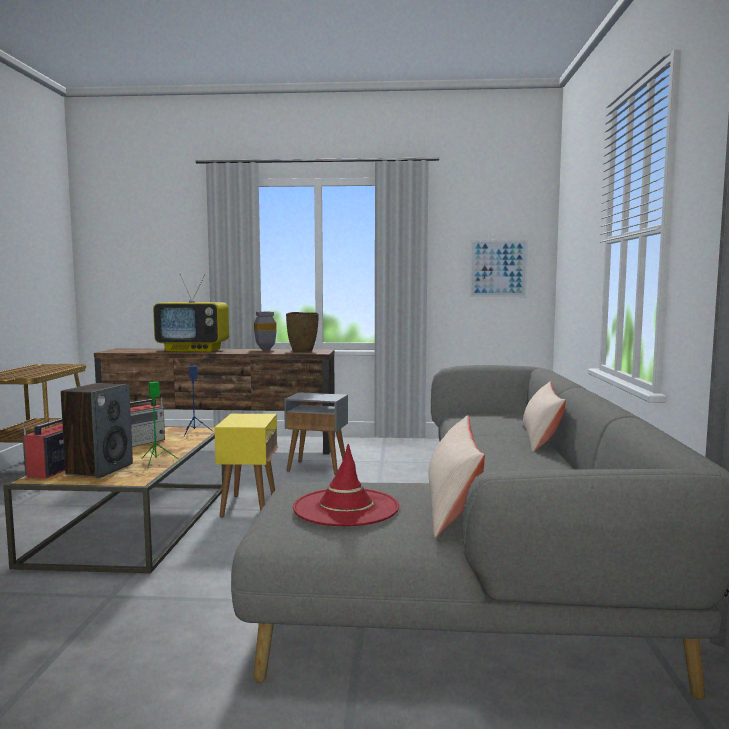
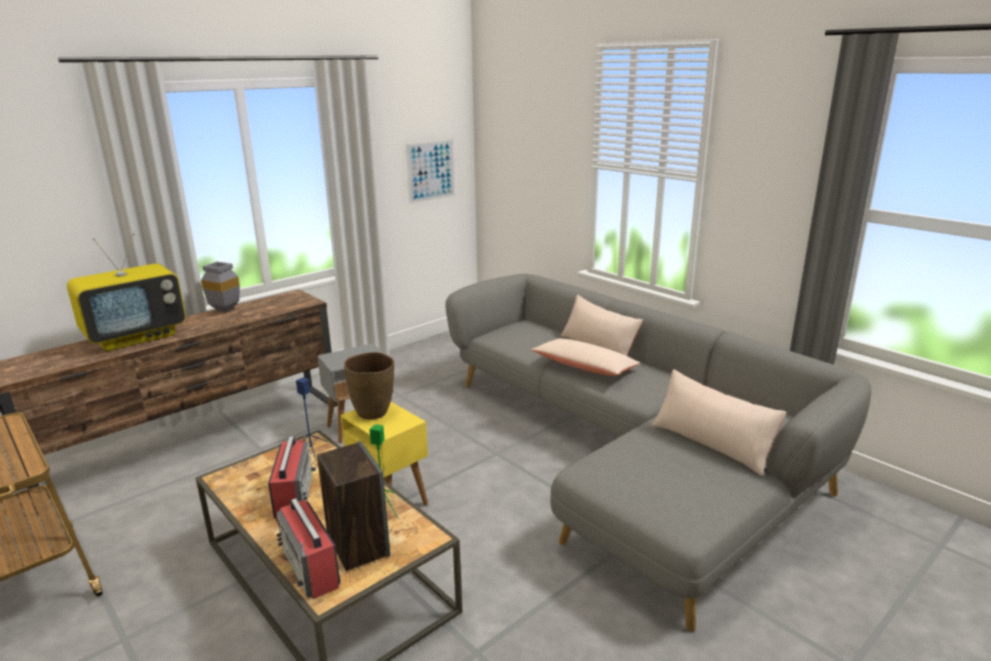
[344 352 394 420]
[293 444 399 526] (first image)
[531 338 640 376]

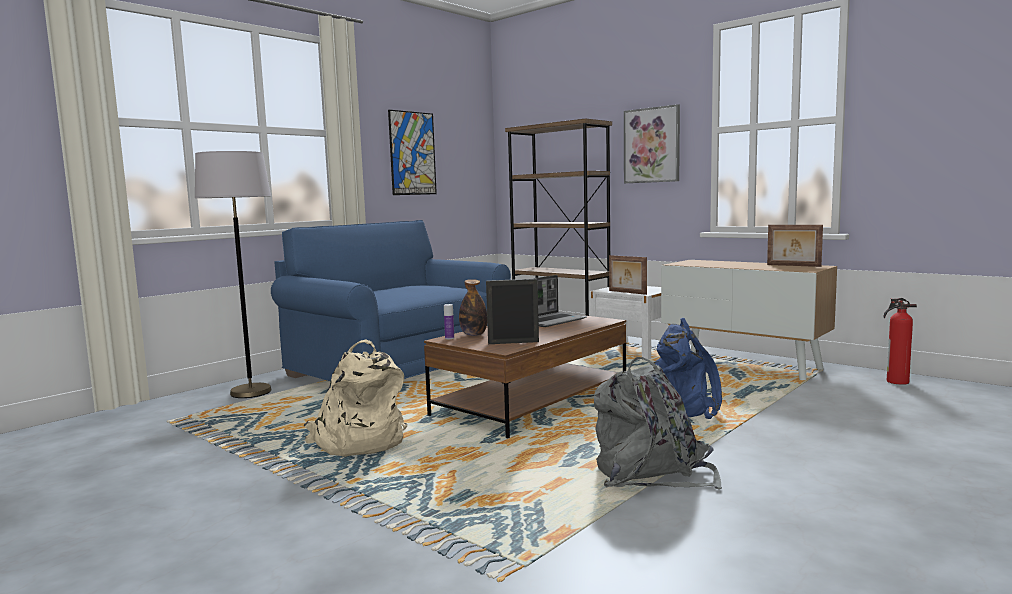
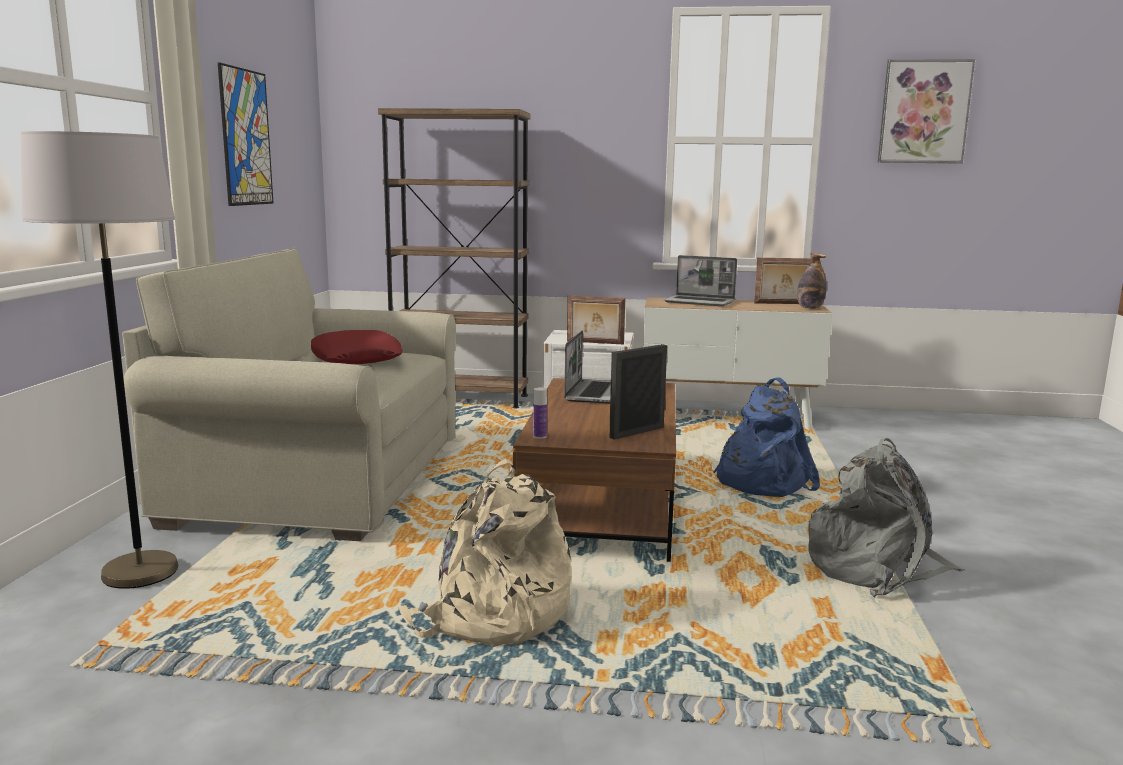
[122 248 456 541]
[797 253 827 309]
[878 59 975 164]
[883 298 917 385] (first image)
[311 330 403 364]
[664 255 737 306]

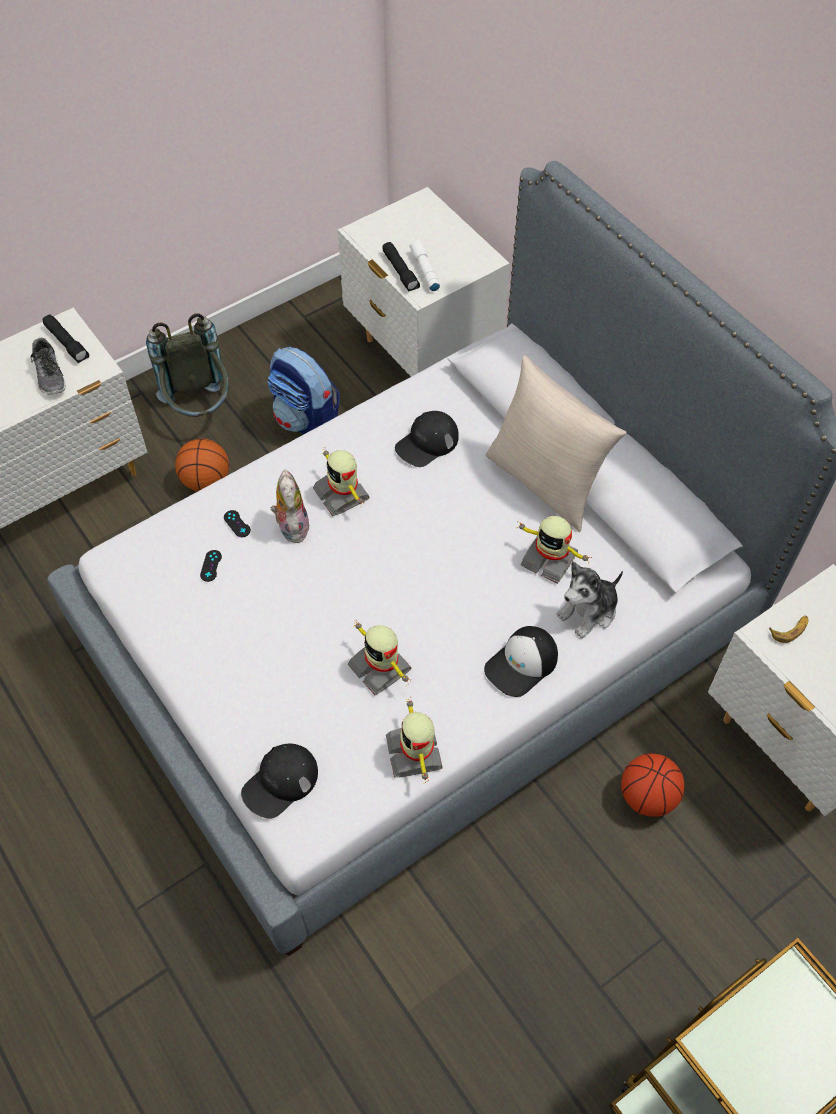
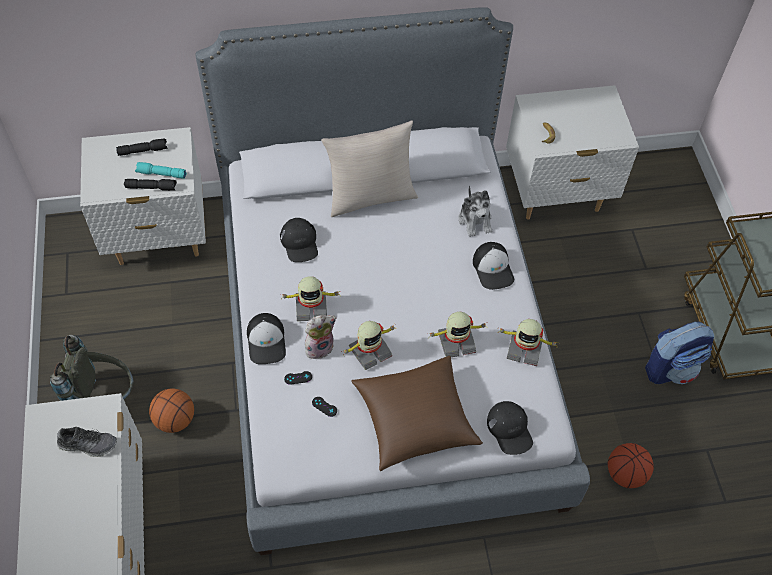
[116 139 168 156]
[645 322 714 384]
[305 315 337 359]
[135 162 187 179]
[341 321 395 370]
[608 443 654 488]
[247 313 286 364]
[351 356 483 471]

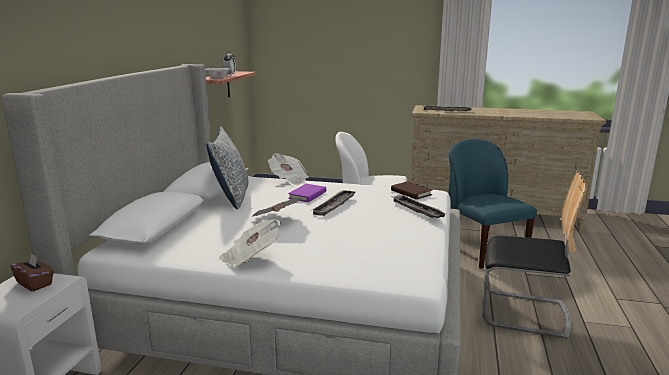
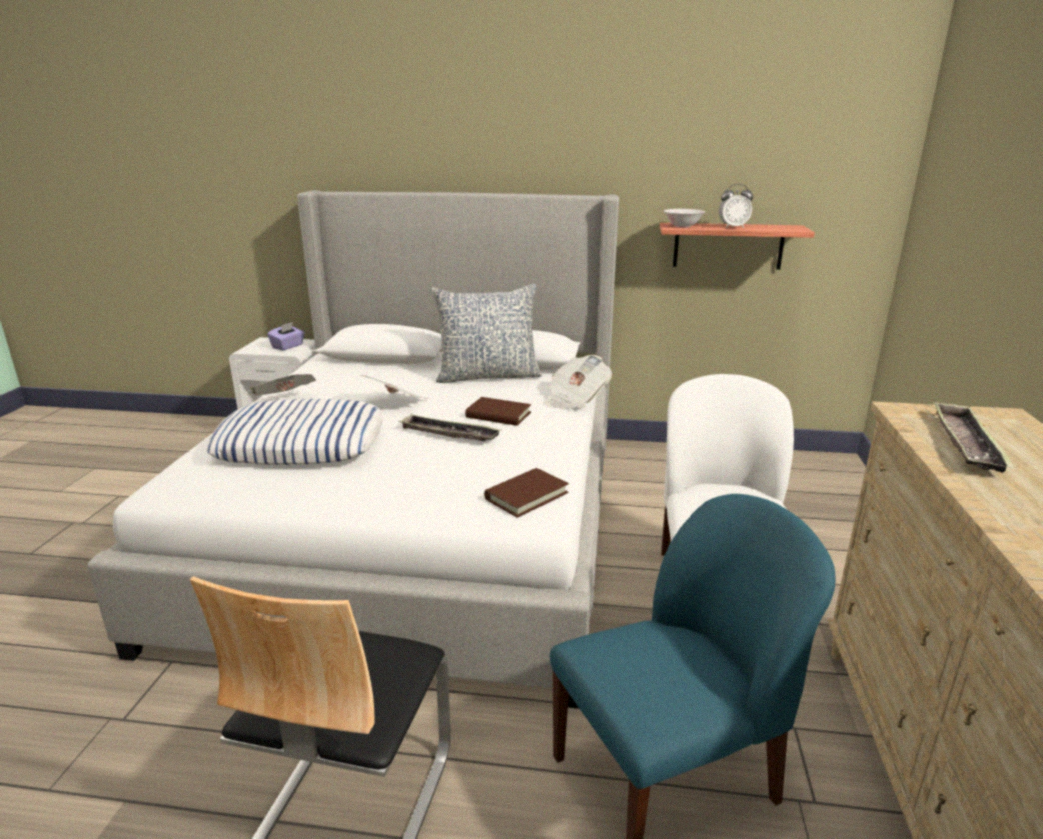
[267 322 305 351]
[465 397 531 426]
[391 195 447 218] (first image)
[206 399 383 465]

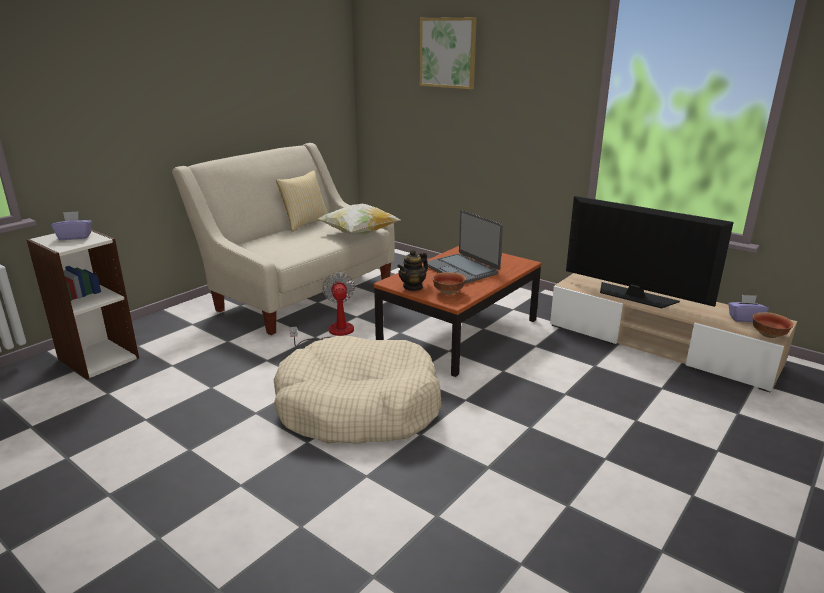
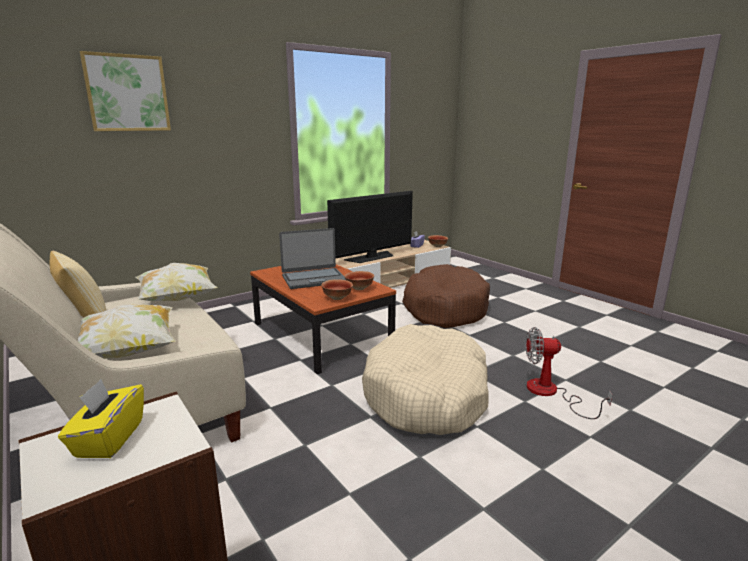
[58 379 144 458]
[526 327 612 419]
[321 279 353 300]
[78 304 176 359]
[402 264 490 328]

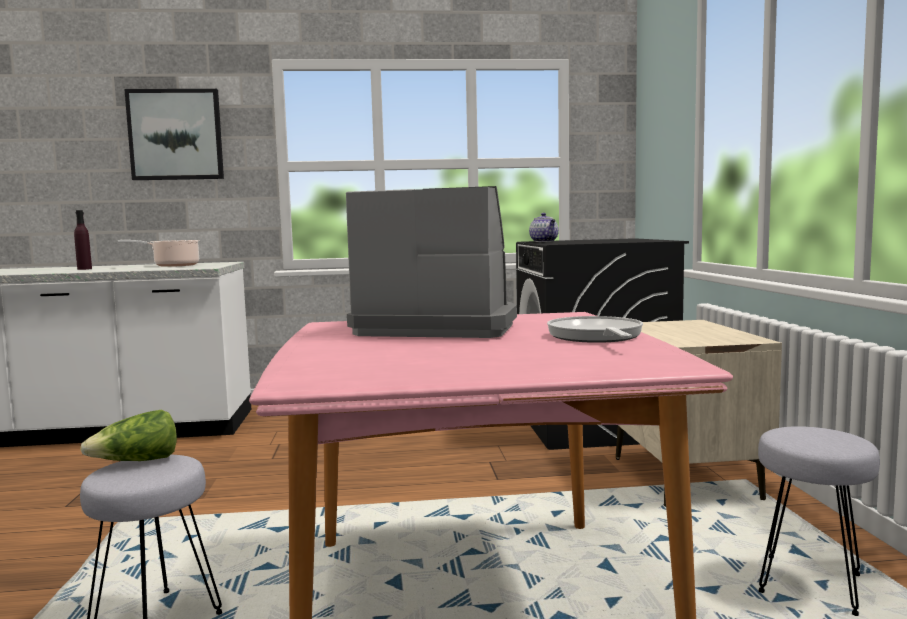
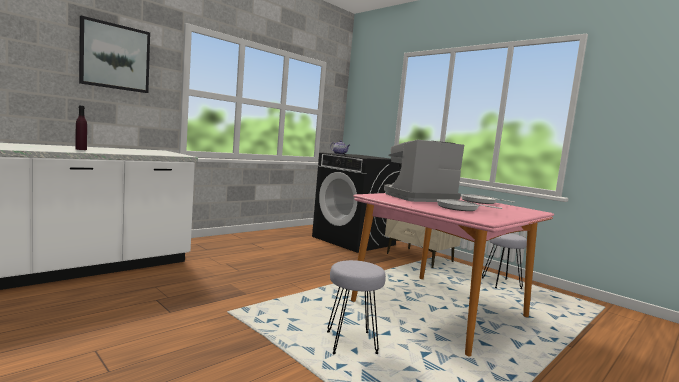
[80 410 177 461] (first image)
[117 240 200 267] (first image)
[437 199 502 211]

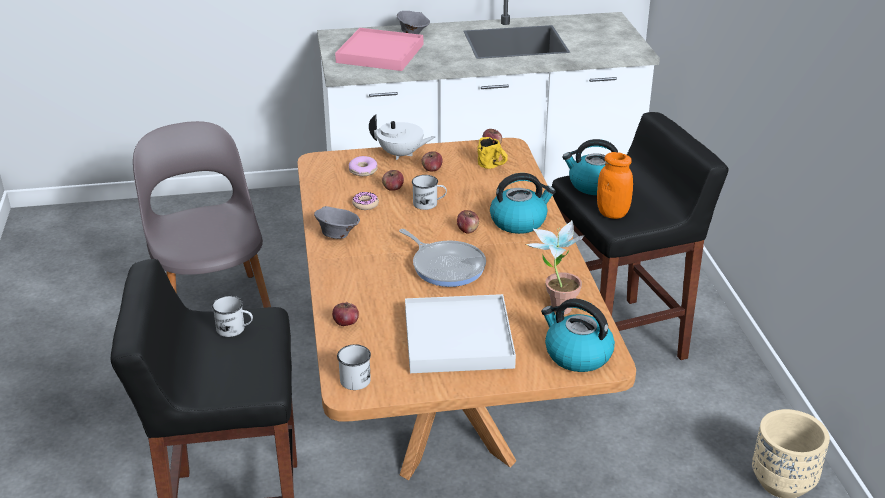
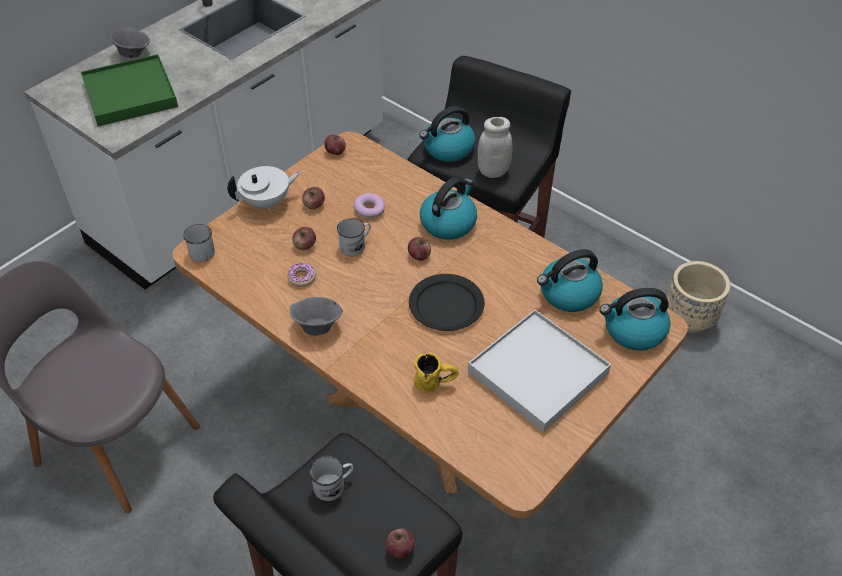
[386 529 415 559]
[81 54 178 126]
[183 224 215 262]
[354 193 385 219]
[409 274 484 331]
[414 353 459 392]
[537 249 603 312]
[478 117 512 178]

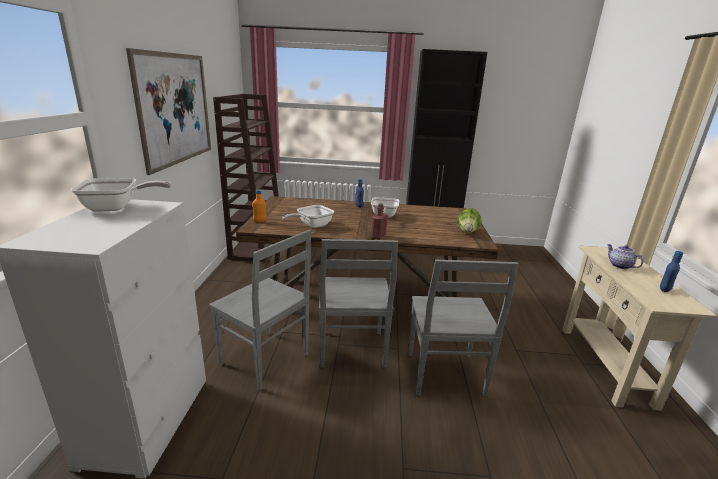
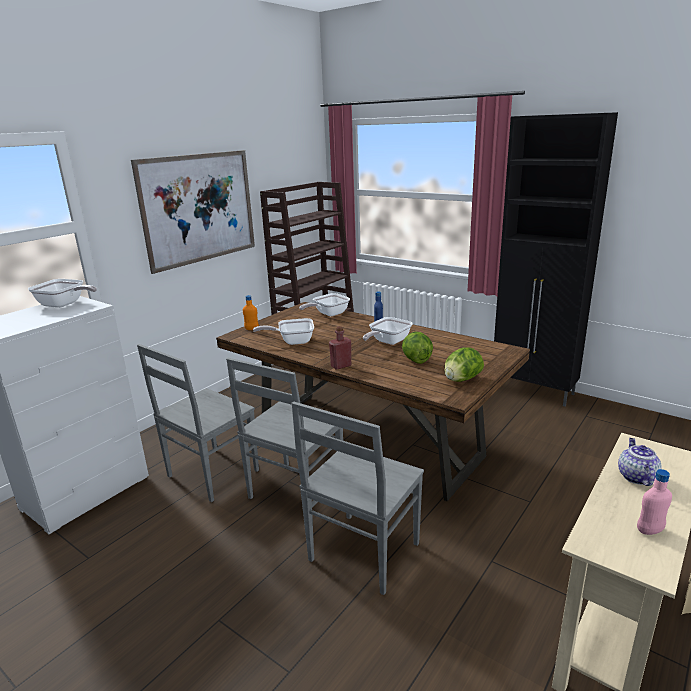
[137 344 259 502]
[637 469 672 535]
[299 293 350 316]
[402 332 433 364]

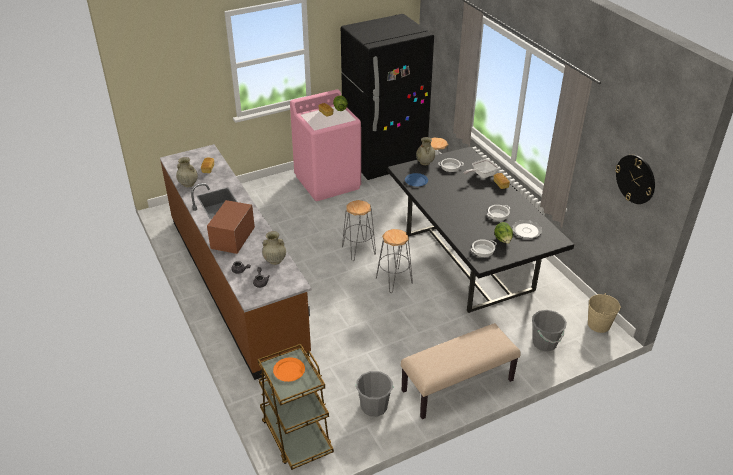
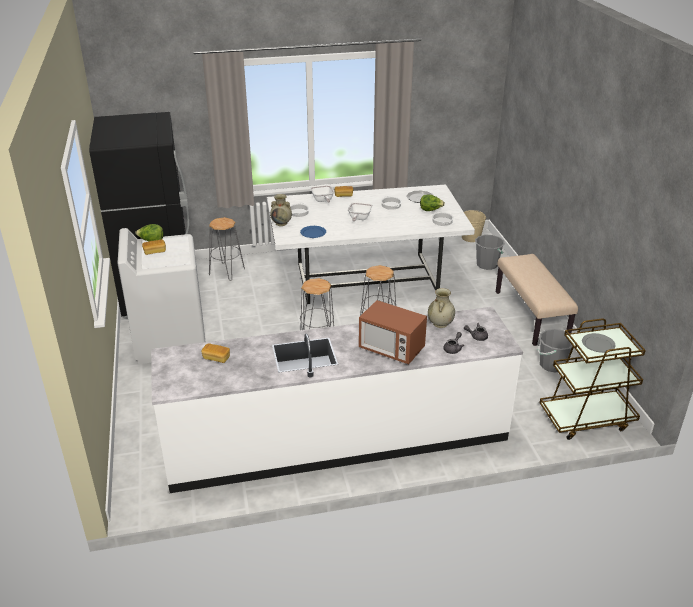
[151 307 523 493]
[176 157 198 187] (first image)
[582 333 616 353]
[117 228 205 364]
[267 185 475 304]
[615 155 655 204] (first image)
[348 202 373 221]

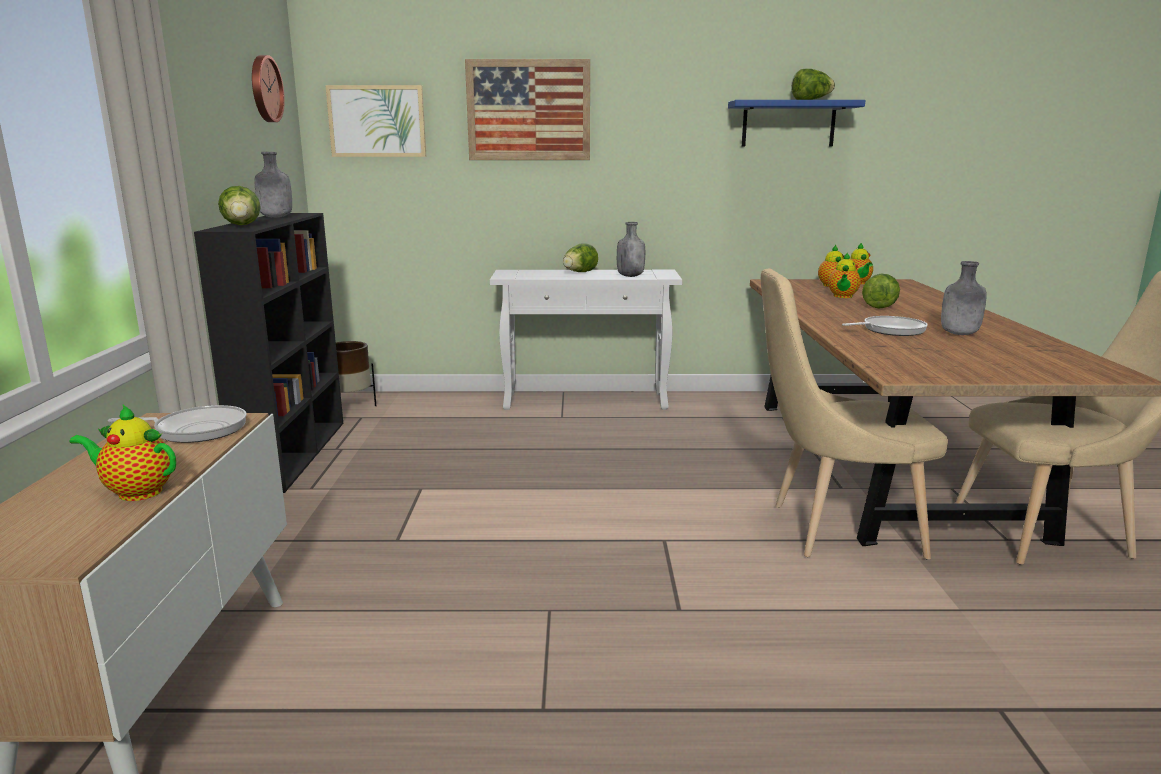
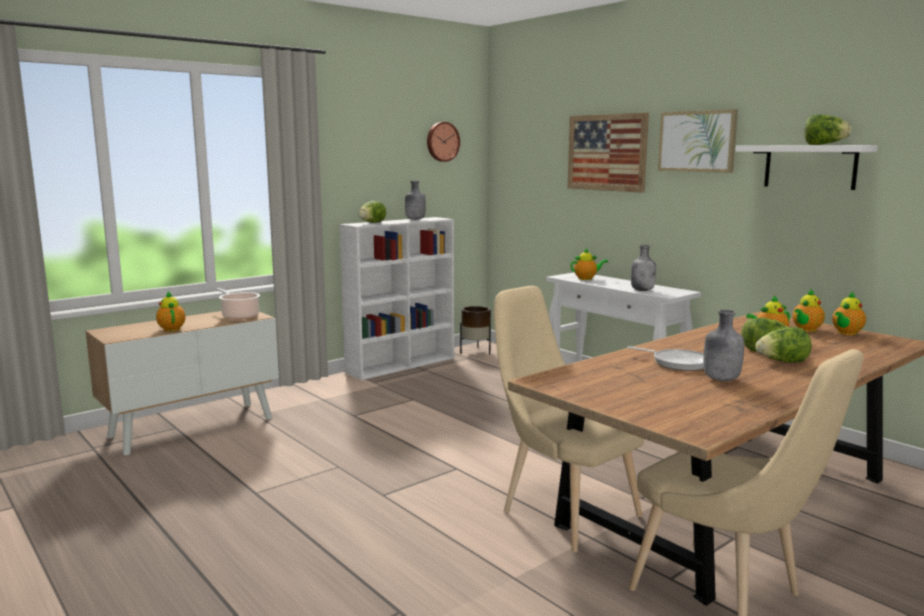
[216 288 260 320]
[339 217 454 380]
[658 109 738 173]
[756 327 811 363]
[735 145 878 190]
[571 248 608 280]

